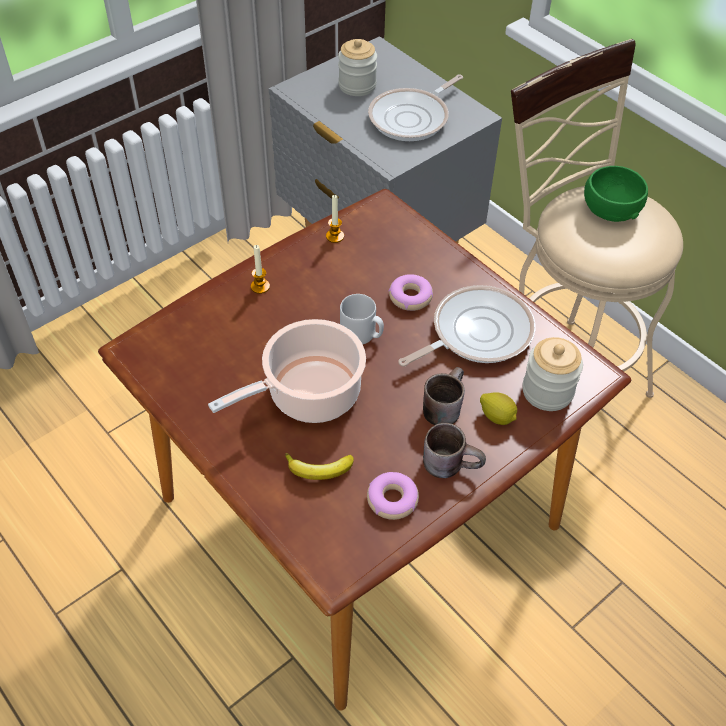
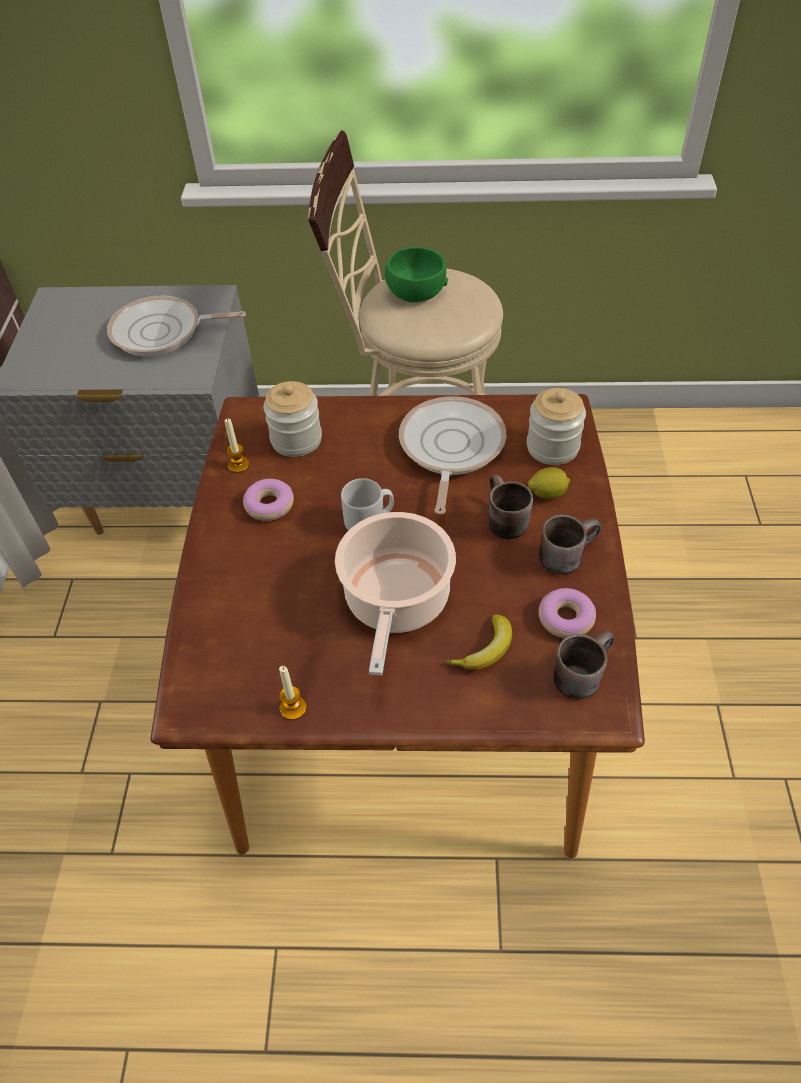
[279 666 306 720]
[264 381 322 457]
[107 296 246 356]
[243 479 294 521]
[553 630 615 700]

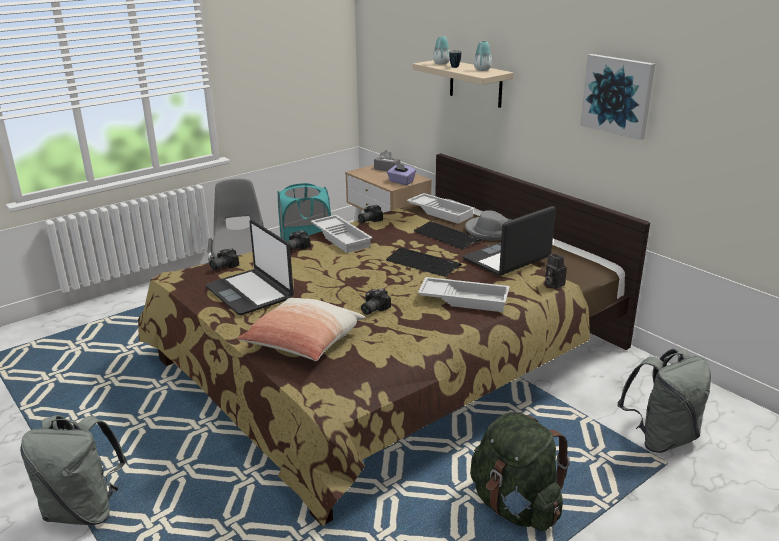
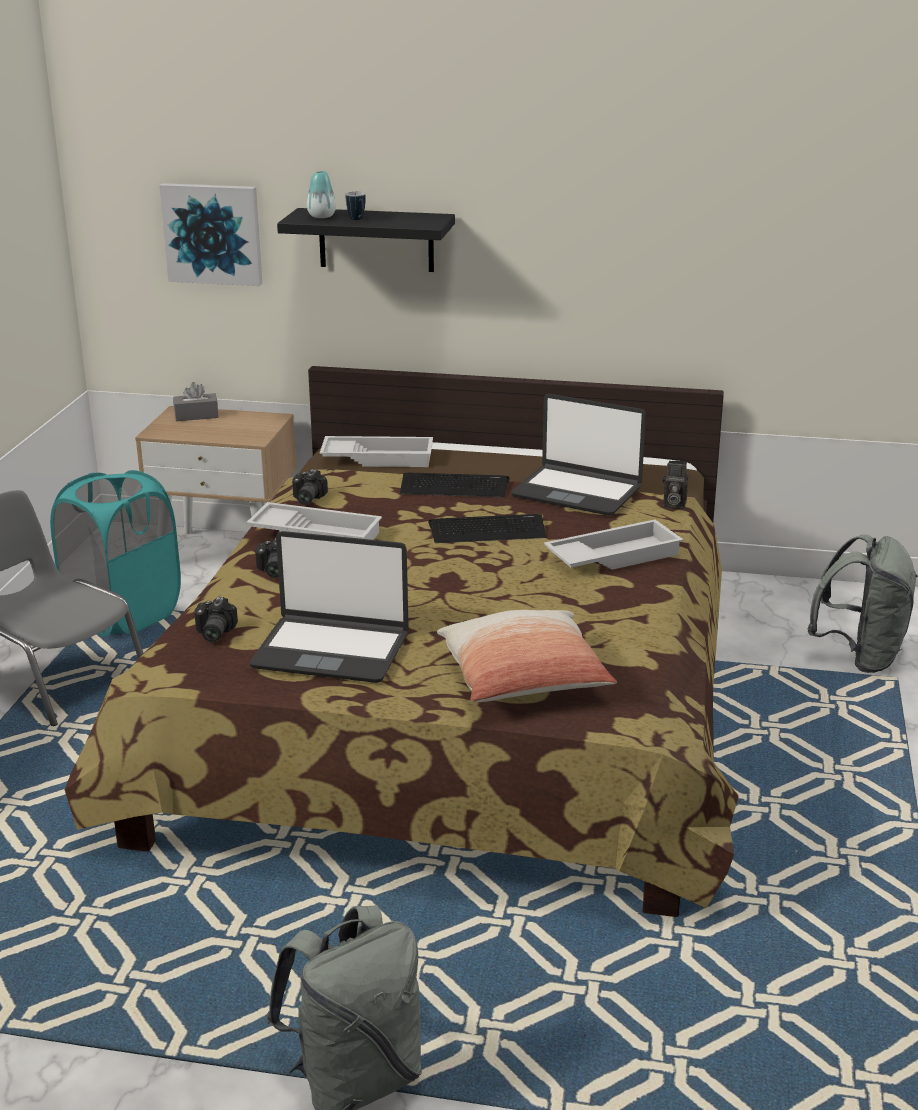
[361 288 391 315] (first image)
[387 162 416 185] (first image)
[277 208 455 272]
[512 394 646 515]
[465 210 512 240] (first image)
[470 412 570 531] (first image)
[474 41 492 71] (first image)
[159 183 262 286]

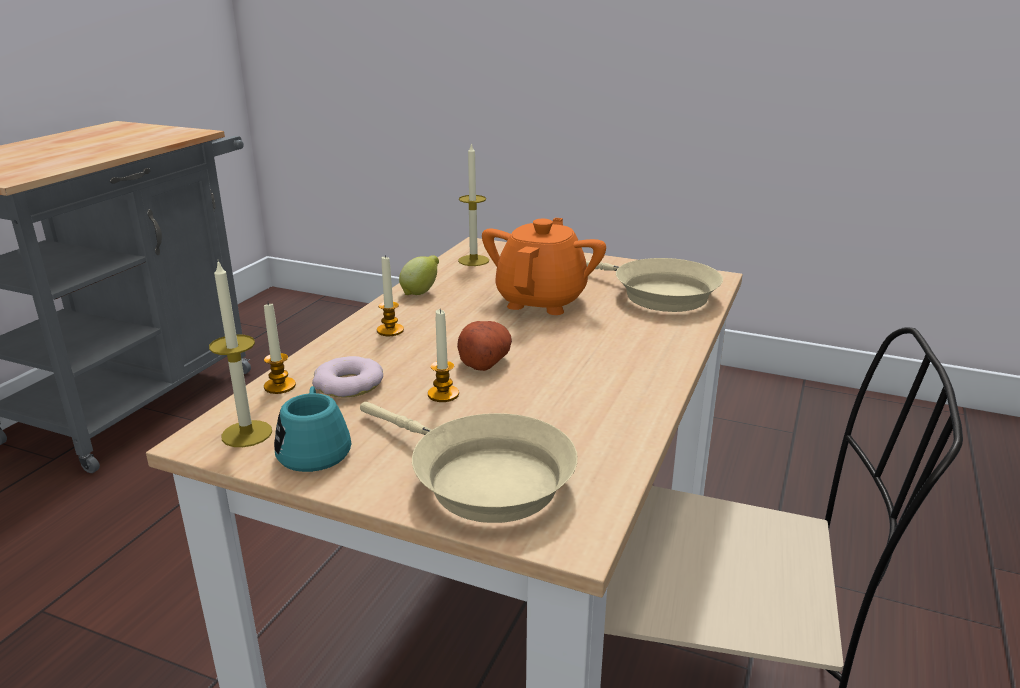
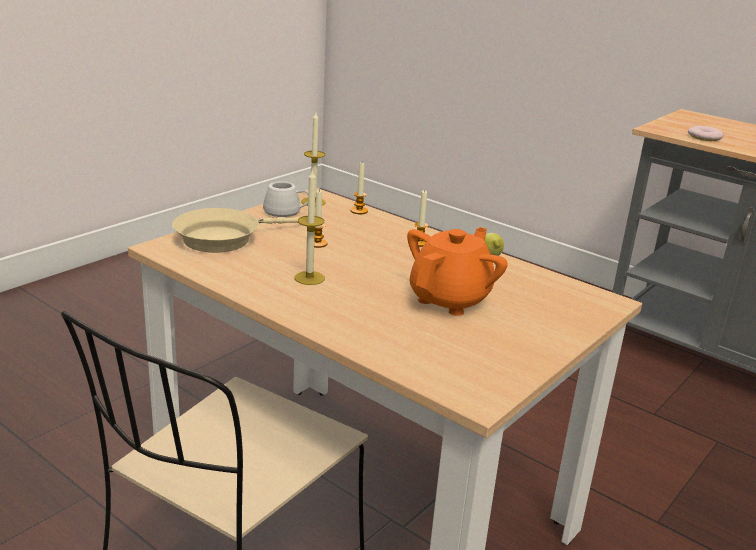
[263 181 309 217]
[688 126 724 141]
[457 321 512 371] (first image)
[295 169 325 285]
[407 227 508 316]
[586 258 723 312] (first image)

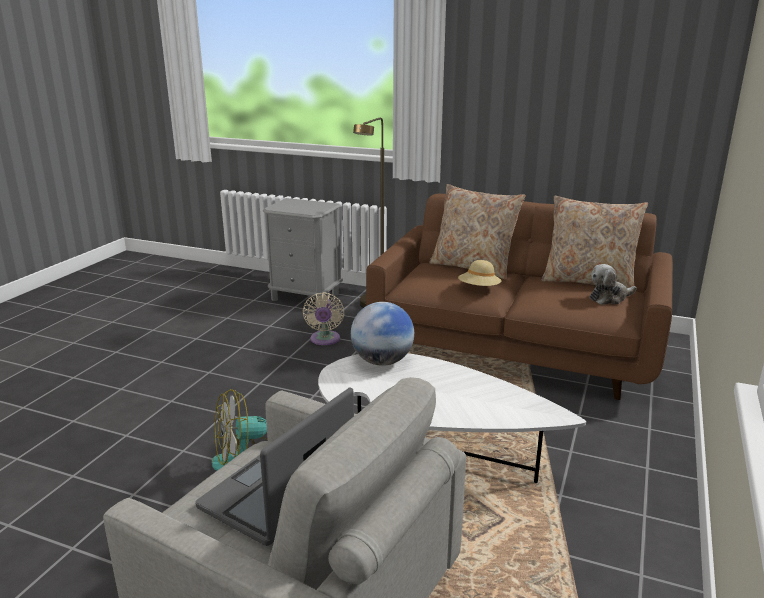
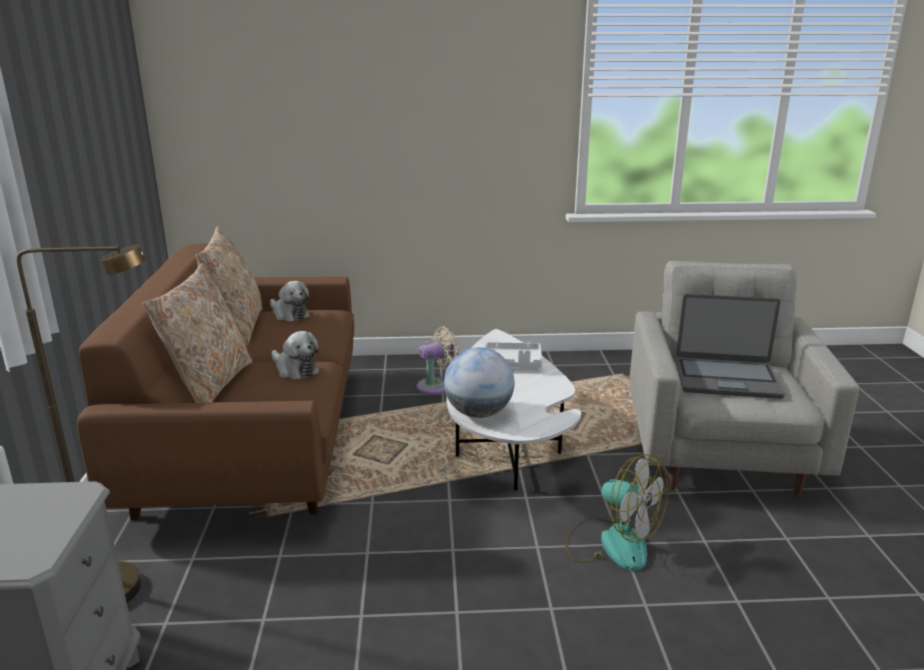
[416 327 459 395]
[272 331 319 379]
[485 342 542 367]

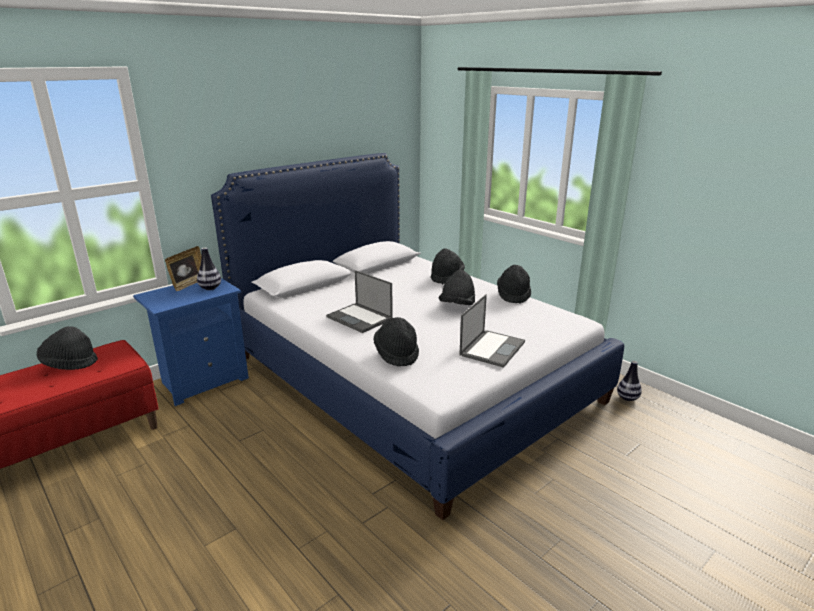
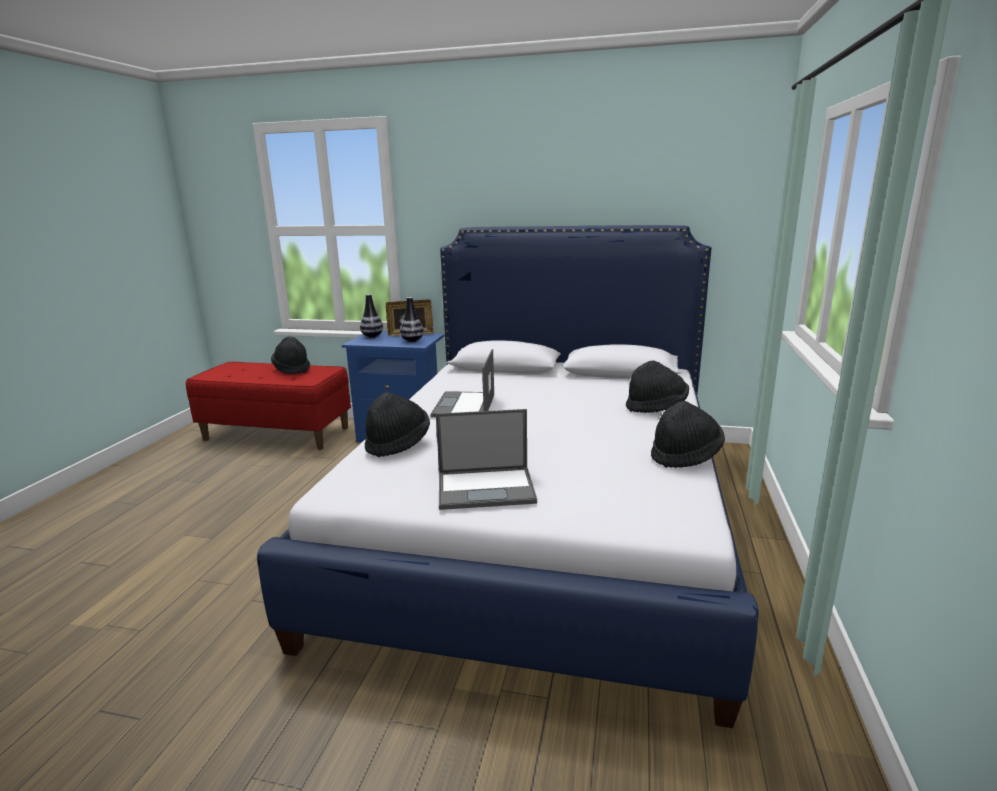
[439 270 475 305] (first image)
[360 294 383 338]

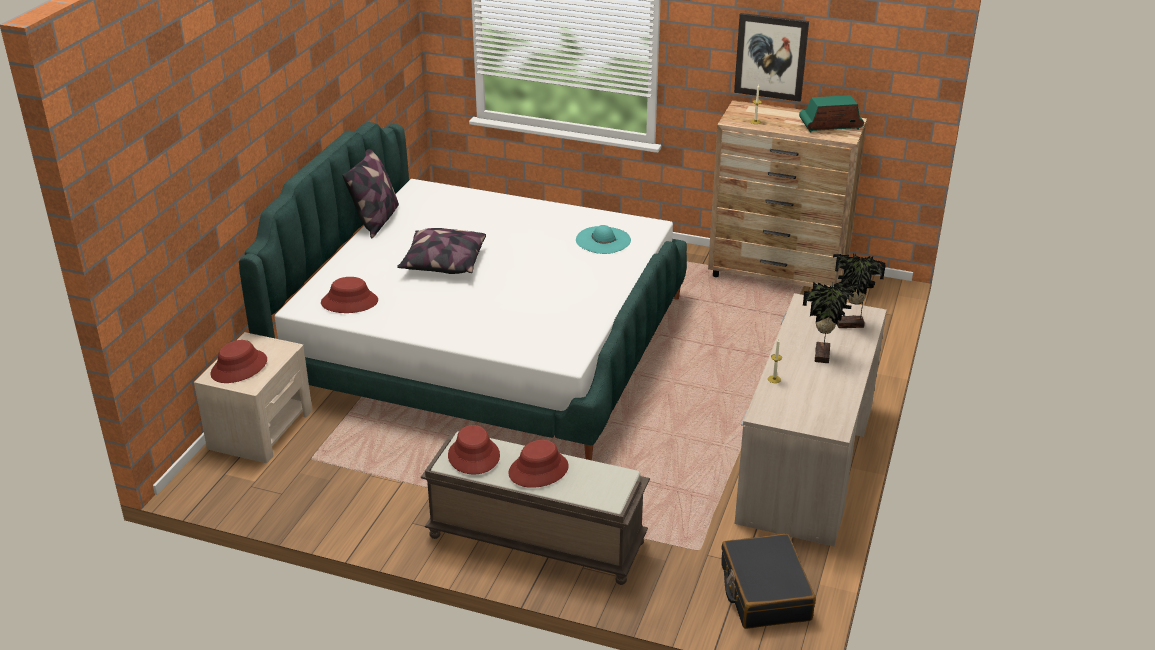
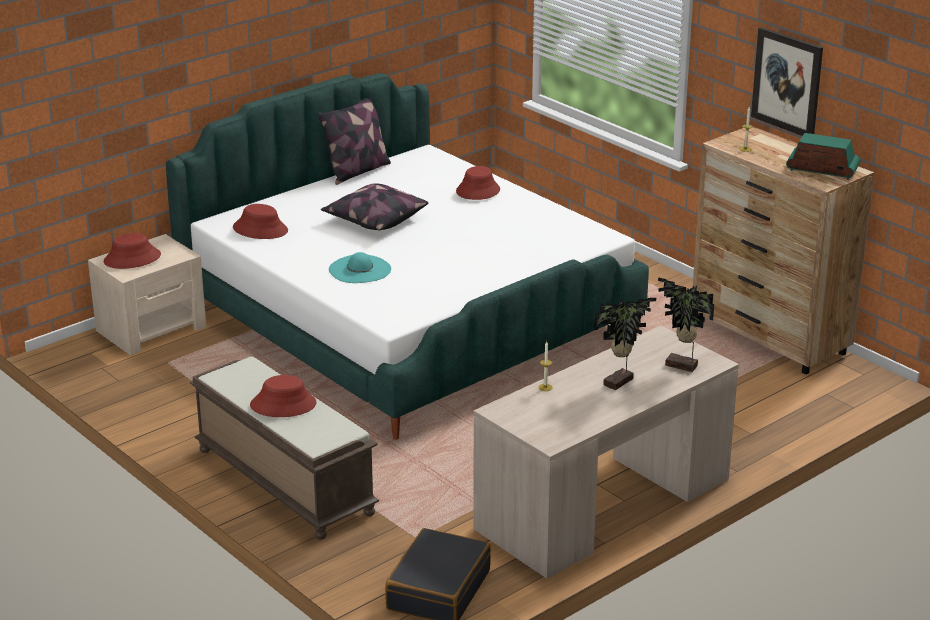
[456 166 500 200]
[329 252 391 283]

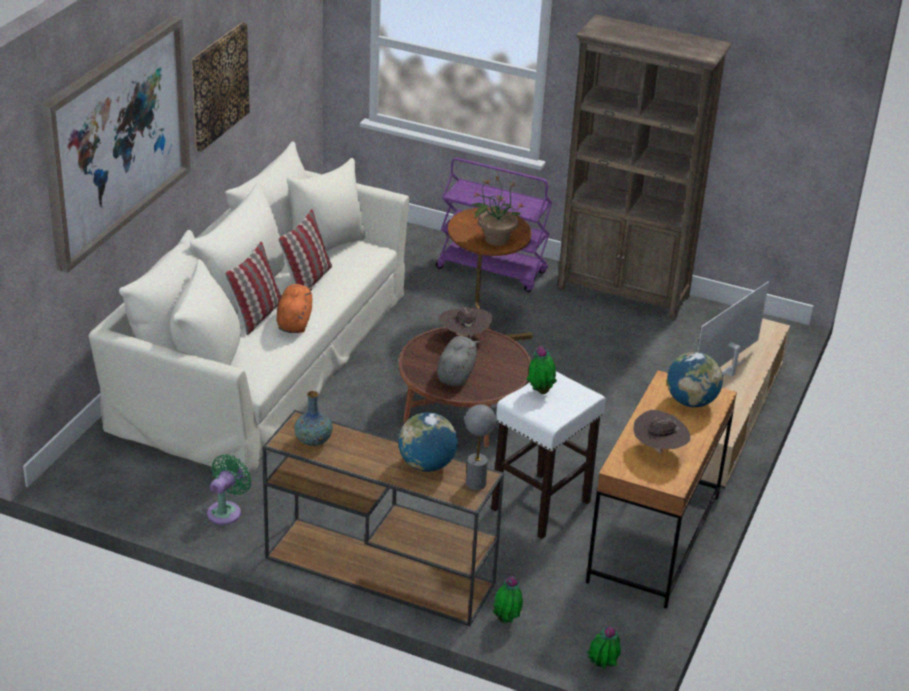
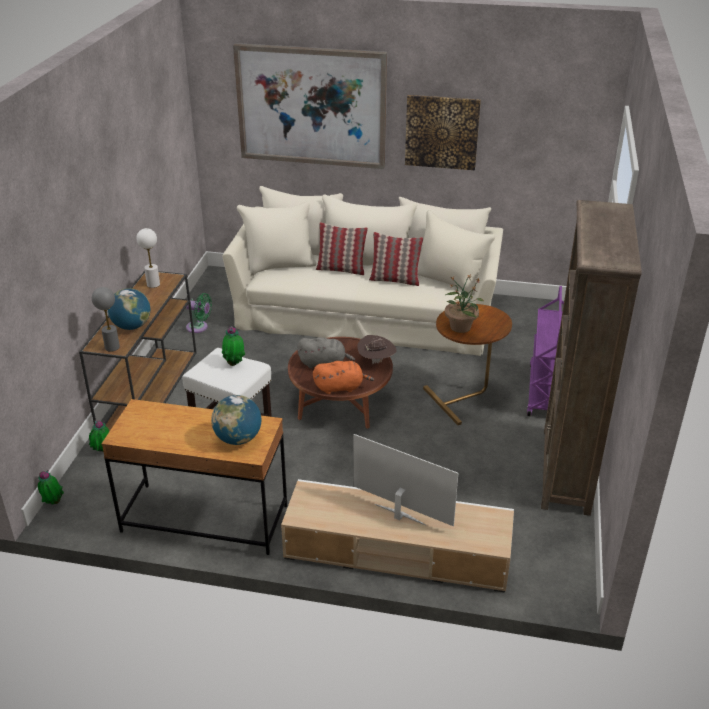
[313 361 374 394]
[136 228 160 288]
[633 410 690 454] (first image)

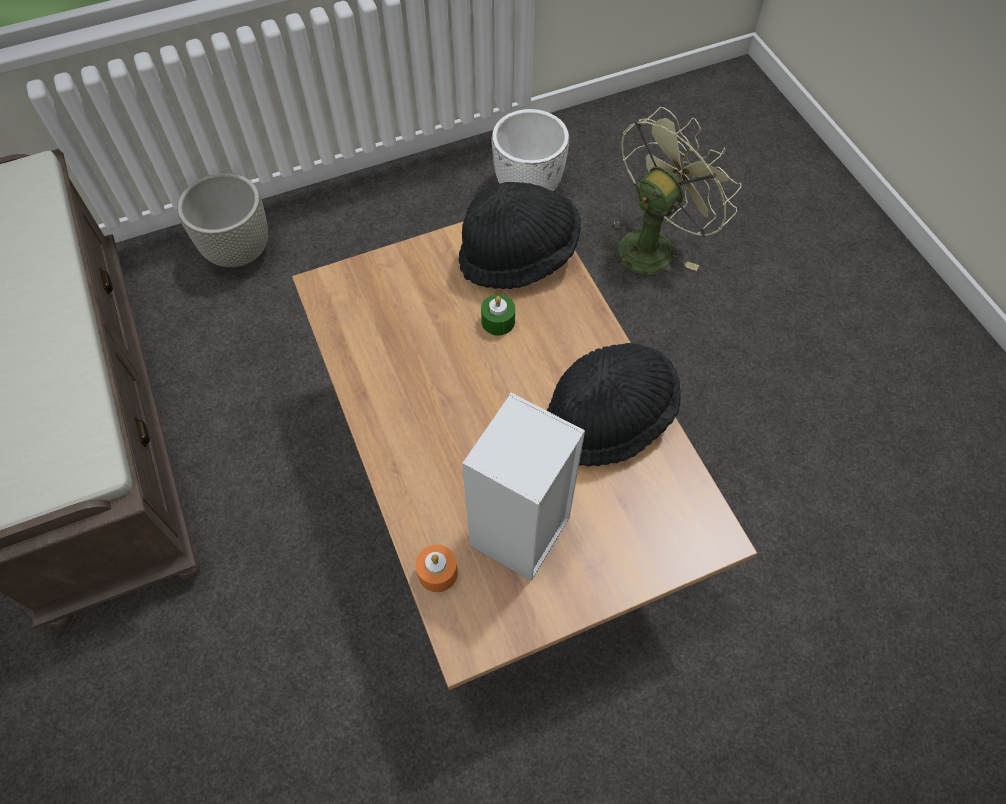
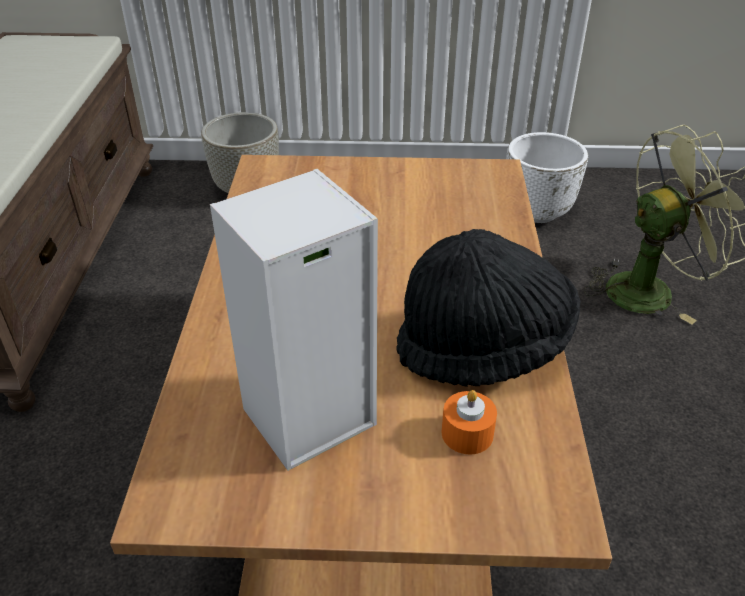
[442 390 497 454]
[458 182 581 289] (first image)
[481 295 515 336] (first image)

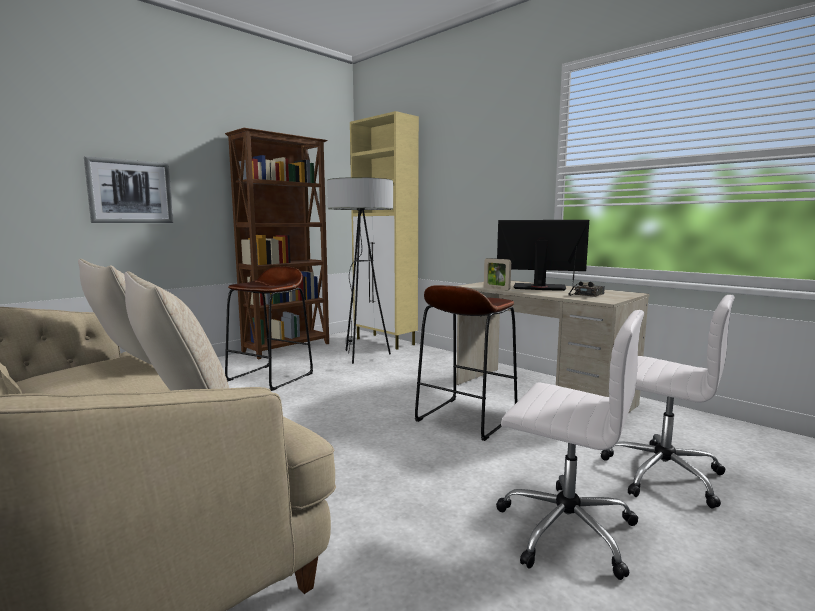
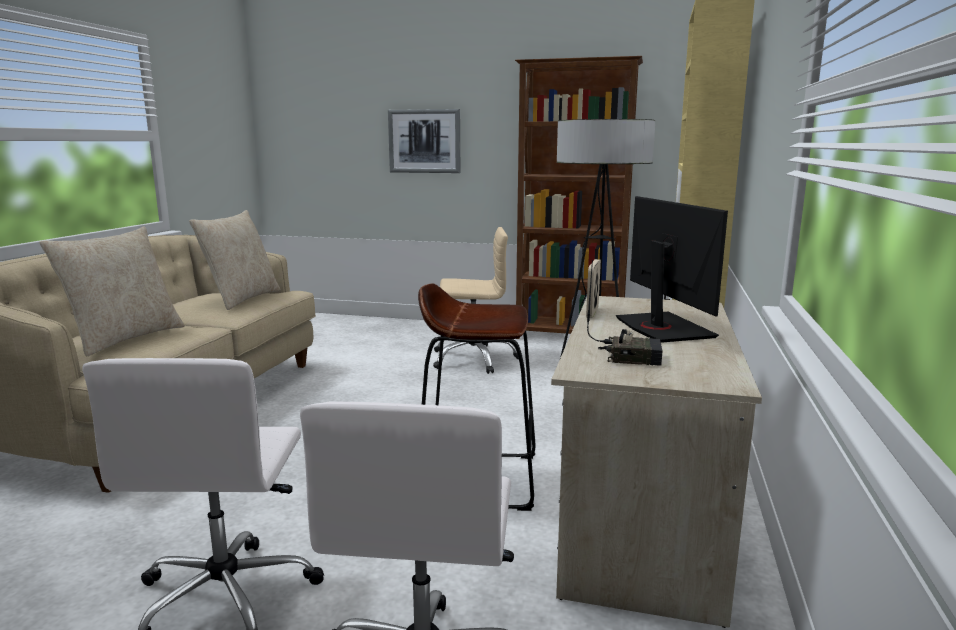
[433 227 519 374]

